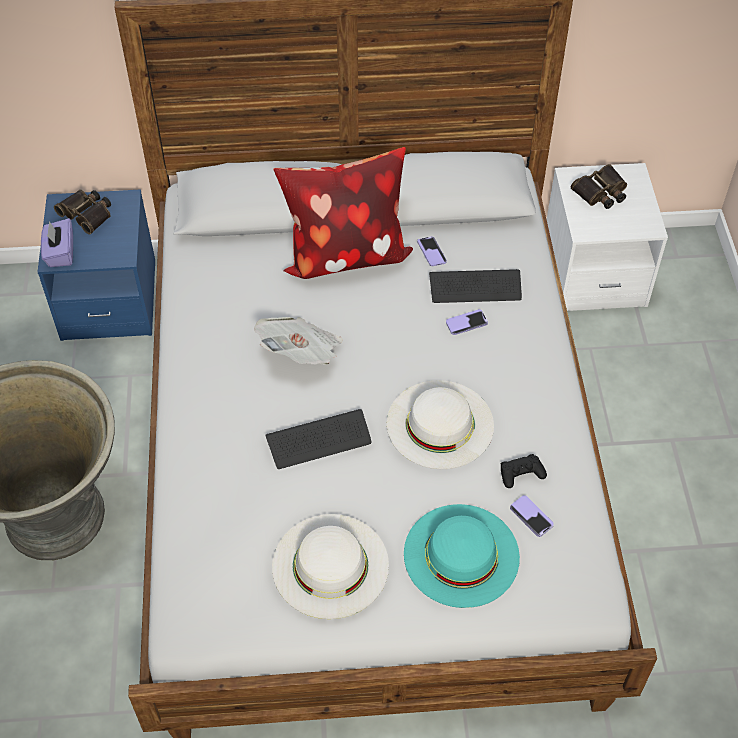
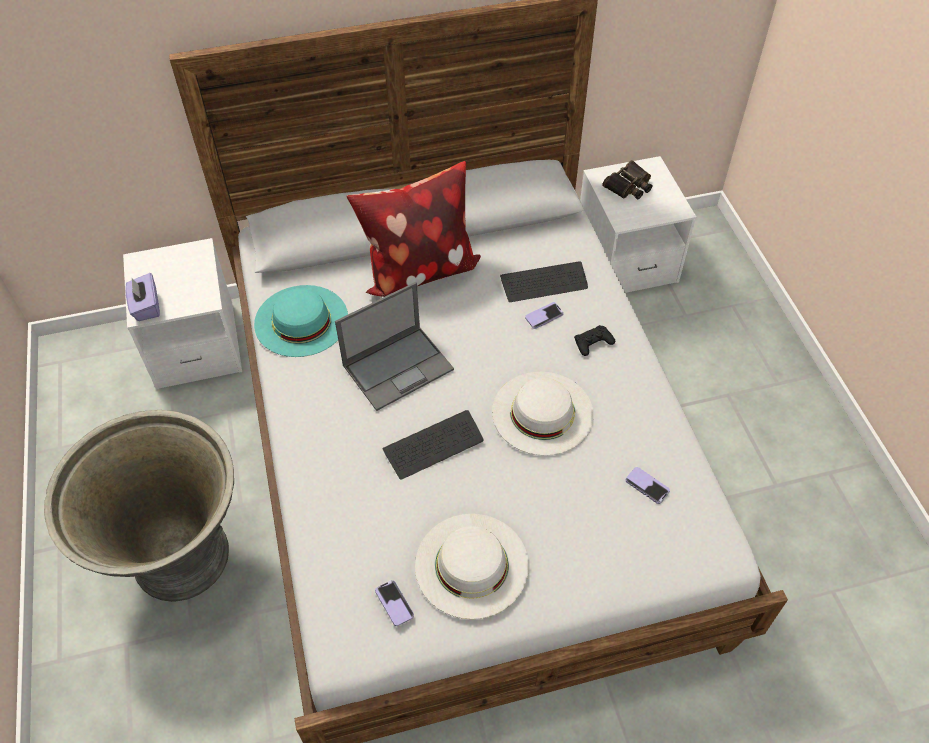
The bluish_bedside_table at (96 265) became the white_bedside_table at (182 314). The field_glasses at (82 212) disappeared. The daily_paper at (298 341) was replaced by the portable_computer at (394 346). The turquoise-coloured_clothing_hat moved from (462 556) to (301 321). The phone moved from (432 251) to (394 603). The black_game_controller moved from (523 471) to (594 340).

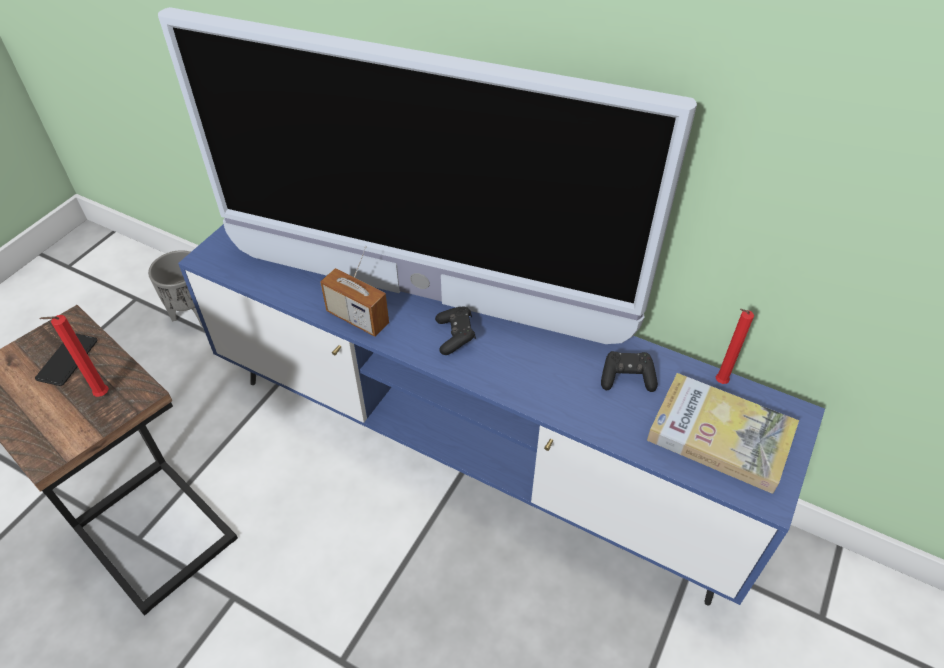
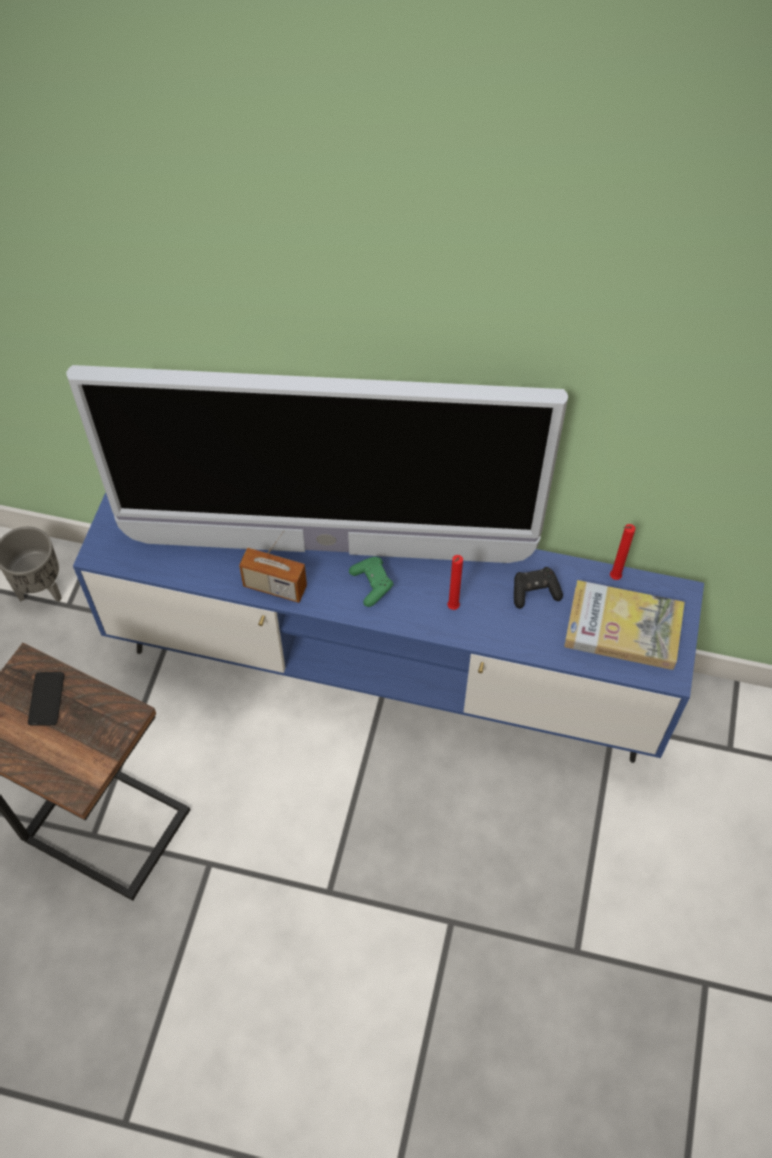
The red-coloured_wax_light moved from (74 356) to (455 582). The black_game_controller at (455 331) became the green_game_controller at (371 582).

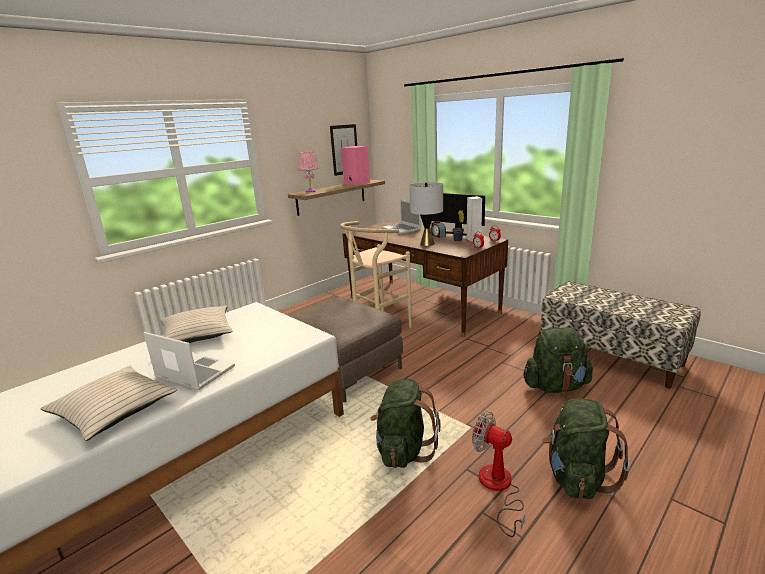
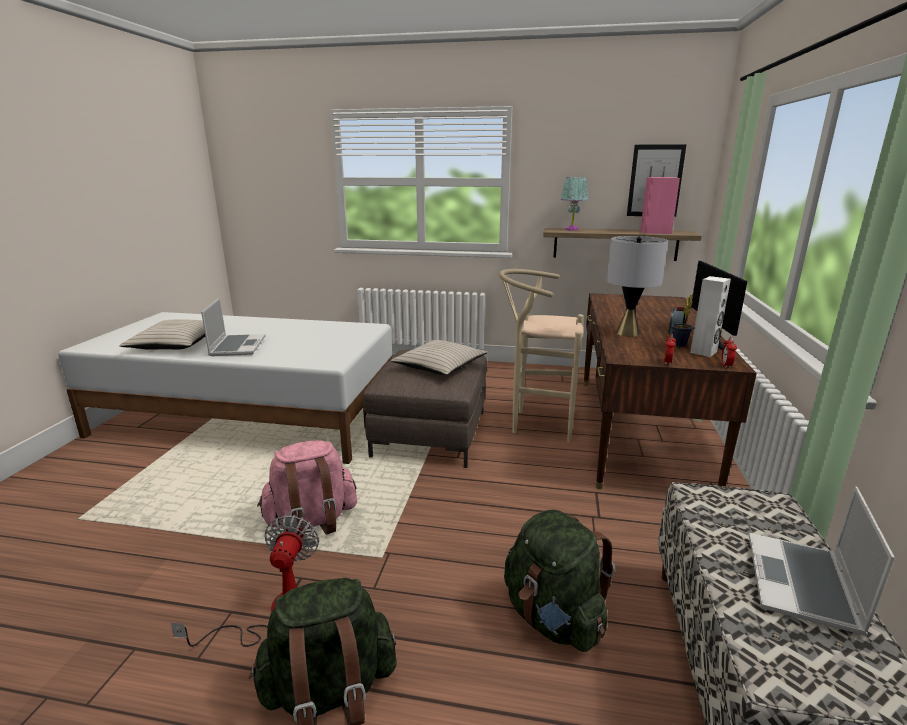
The beige_pillow moved from (196 324) to (439 357). The pink_table_lamp at (308 172) became the turquoise-coloured_table_lamp at (574 204). The green_rucksack at (405 423) became the pink_rucksack at (307 487). The portable_computer moved from (401 217) to (822 561).

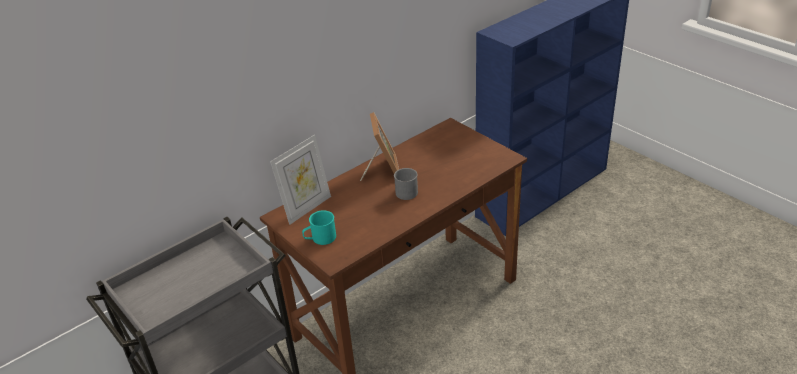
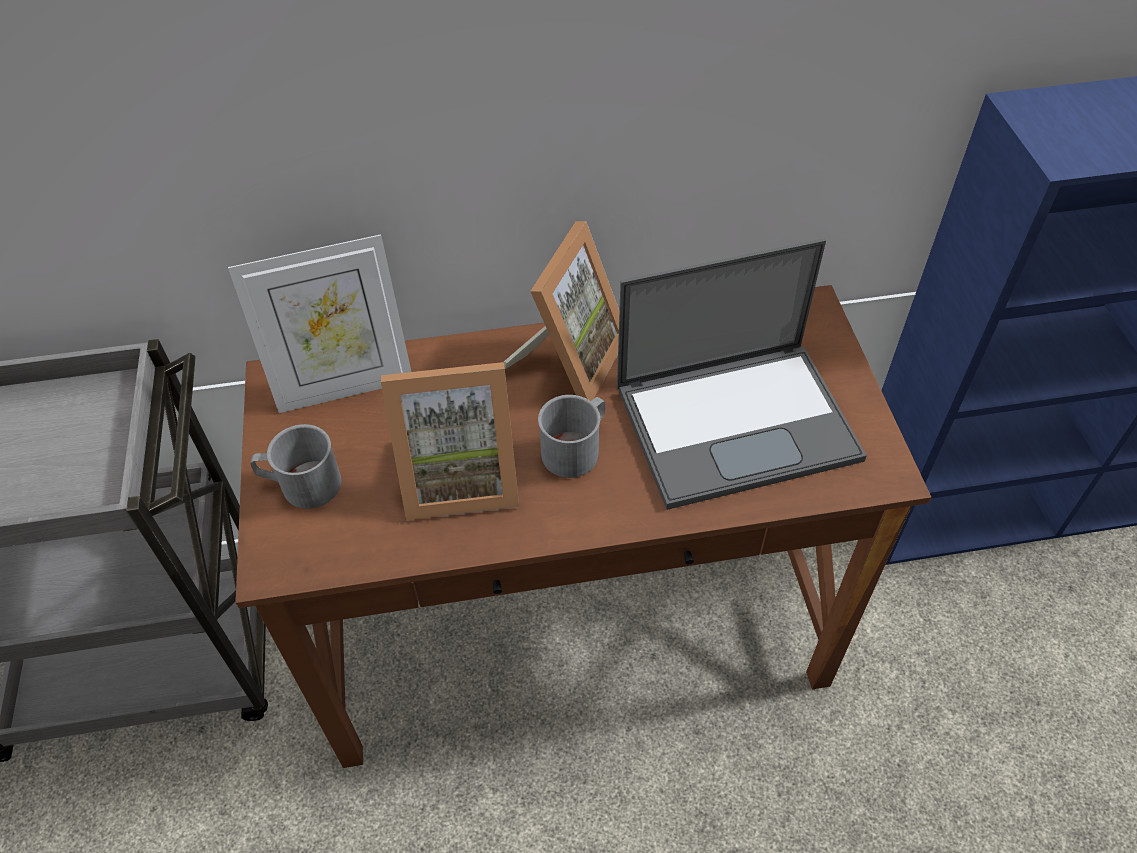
The turquoise-coloured_coffee_mug at (319 227) became the greyish_coffee_mug at (295 466). The standing_frame at (450 441) appeared. The portable_computer at (742 374) appeared.

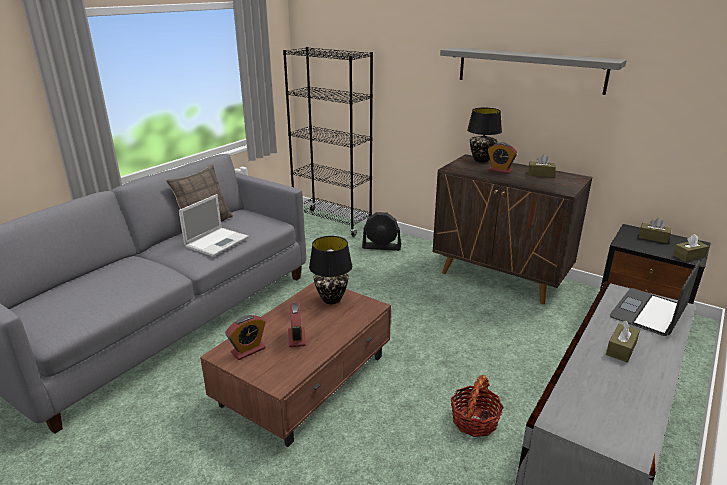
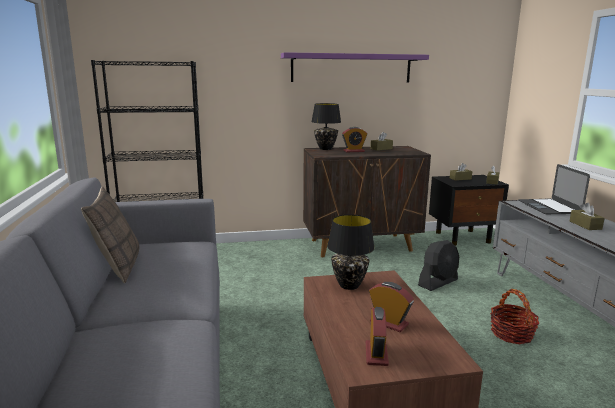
The portable_computer at (214 225) disappeared. The black_cooling_fan moved from (381 231) to (438 265). The greyish_wall_shelf at (533 71) became the purplish_wall_shelf at (355 67).

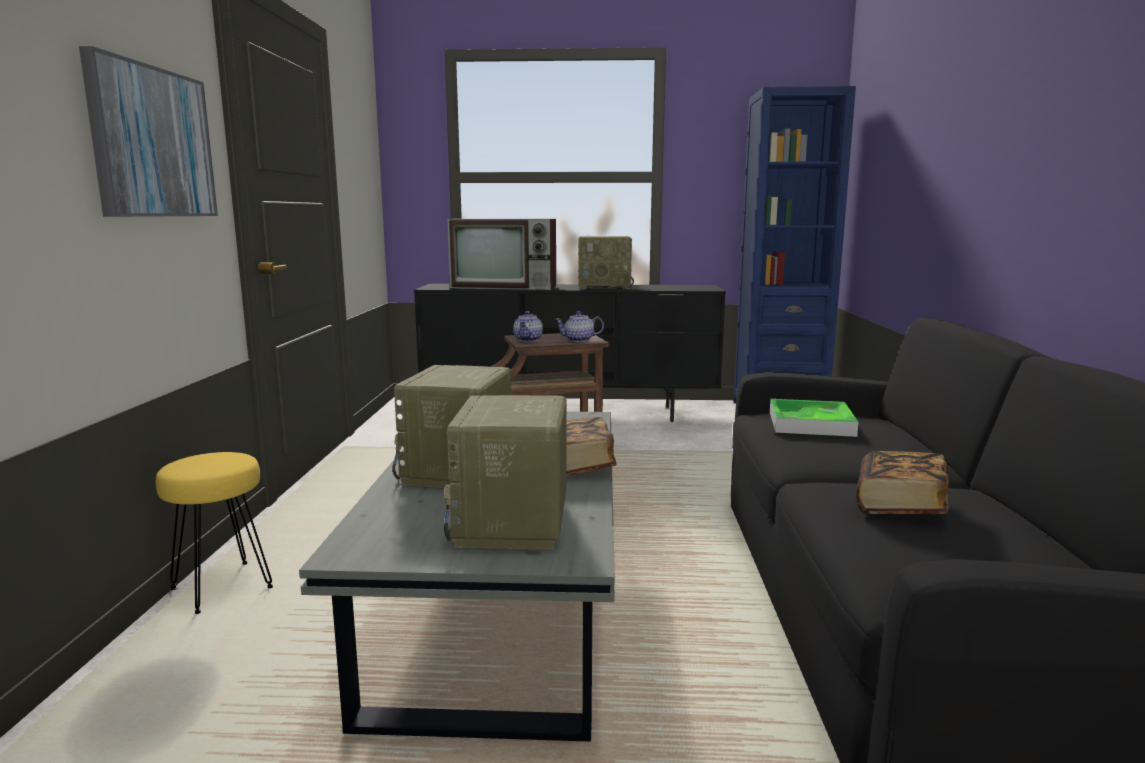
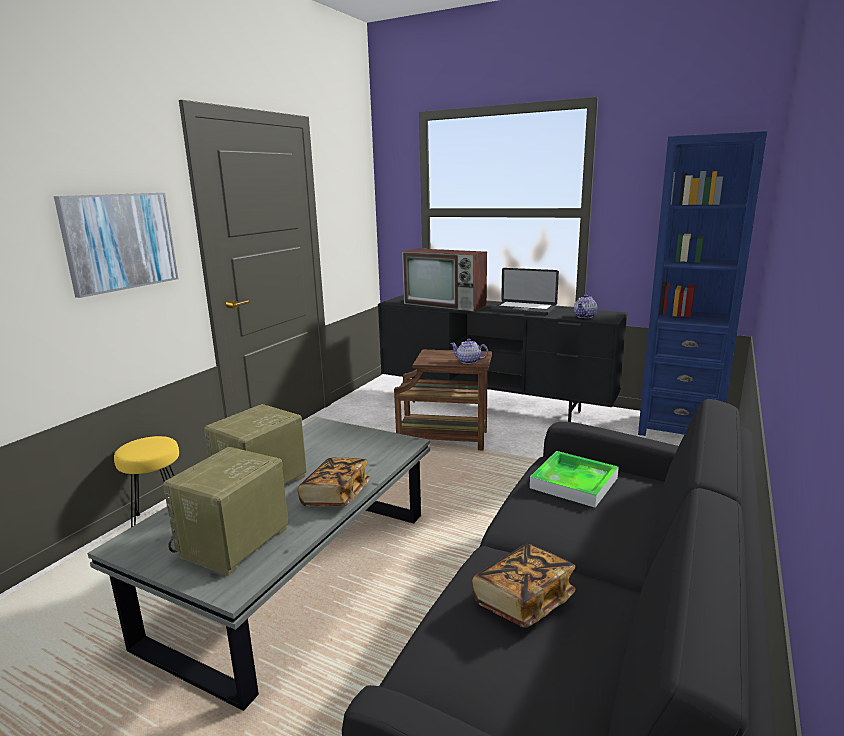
The pot_for_tea moved from (528 326) to (585 306). The radio_receiver at (606 262) was replaced by the portable_computer at (525 291).

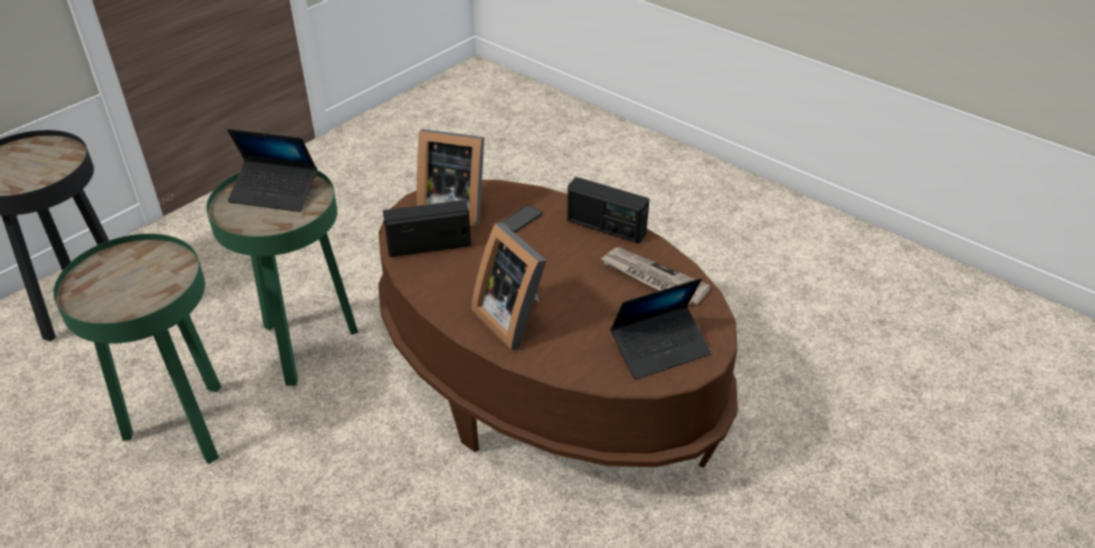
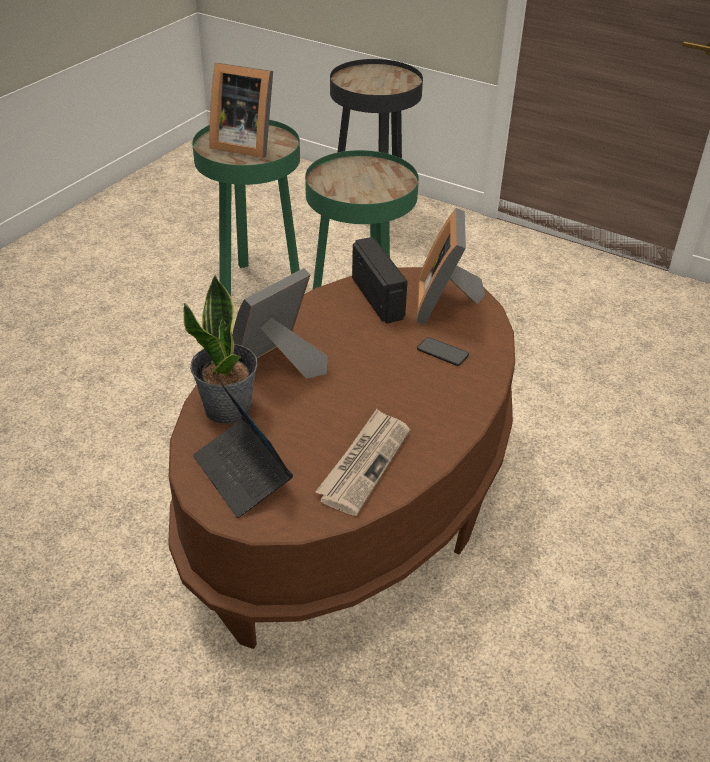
The portable_computer at (272 170) disappeared. The radio_receiver at (608 210) disappeared. The potted_plant at (220 349) appeared. The standing_frame at (241 110) appeared.

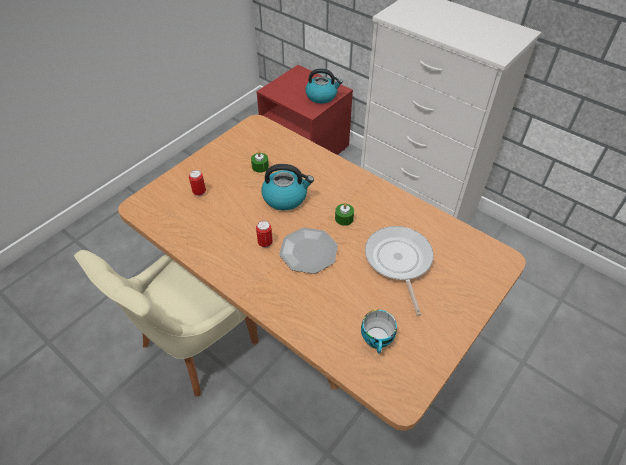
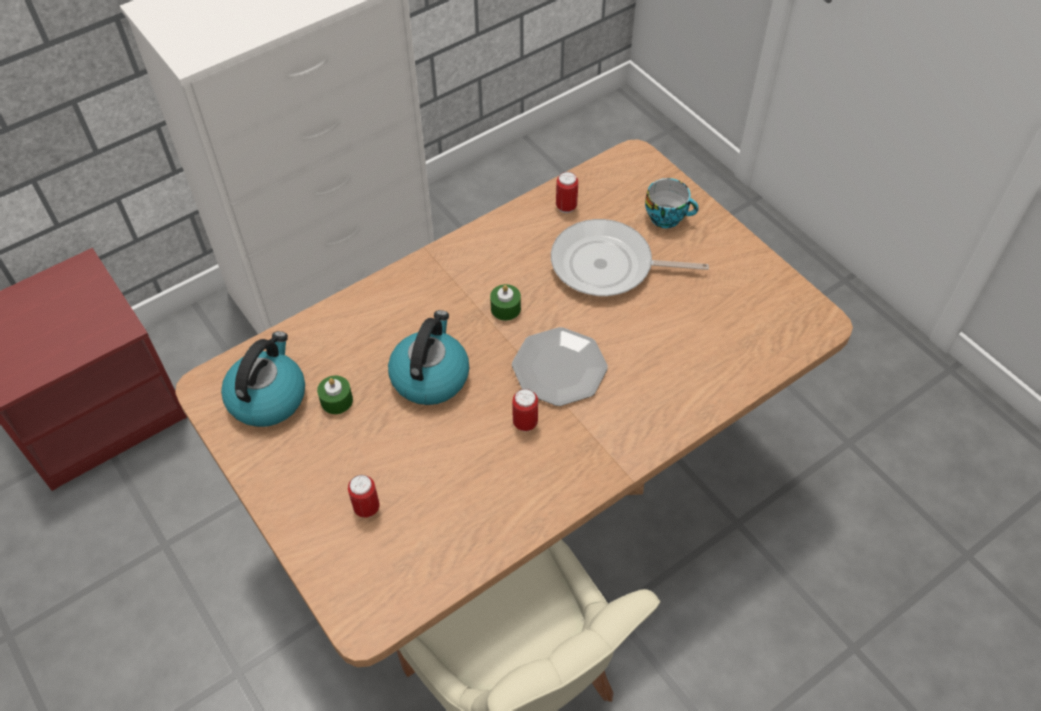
The tea_kettle moved from (324 86) to (263 379). The small_cup moved from (379 331) to (672 203). The can at (567 192) appeared.

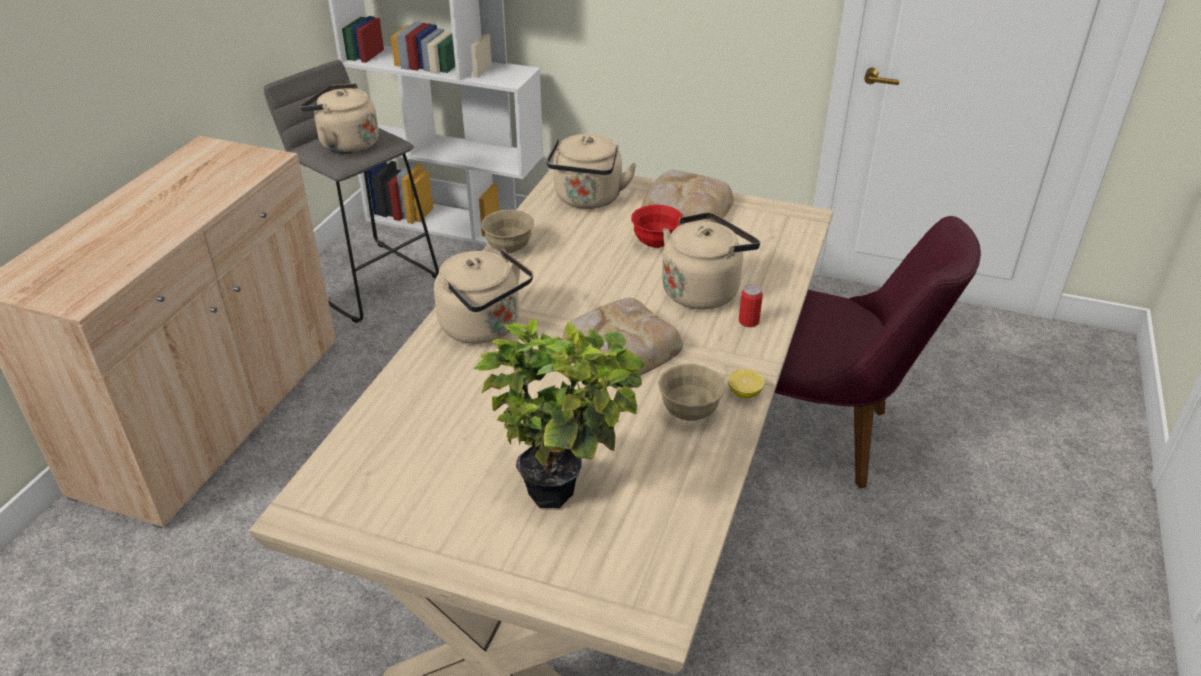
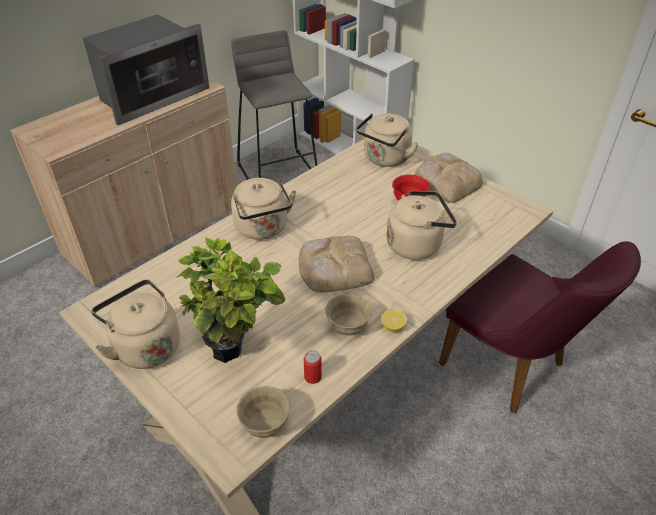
The beige_tea_kettle moved from (339 118) to (135 324). The beige_serving_bowl moved from (507 231) to (263 412). The can moved from (751 305) to (313 367). The microwave_oven at (146 70) appeared.

